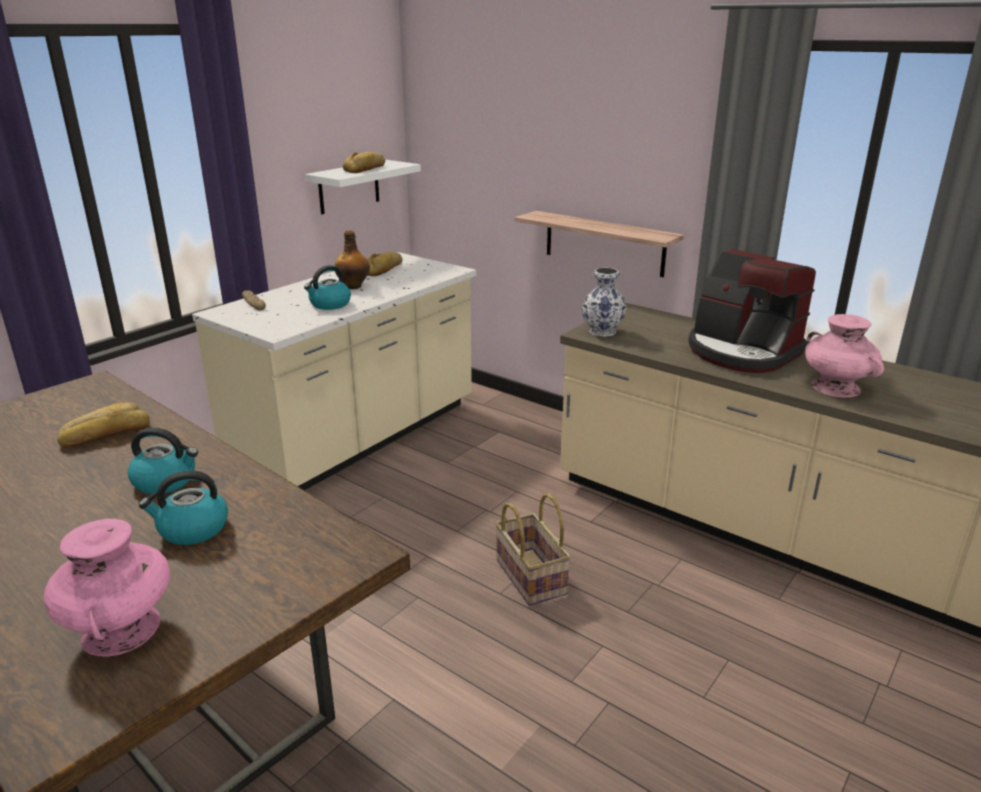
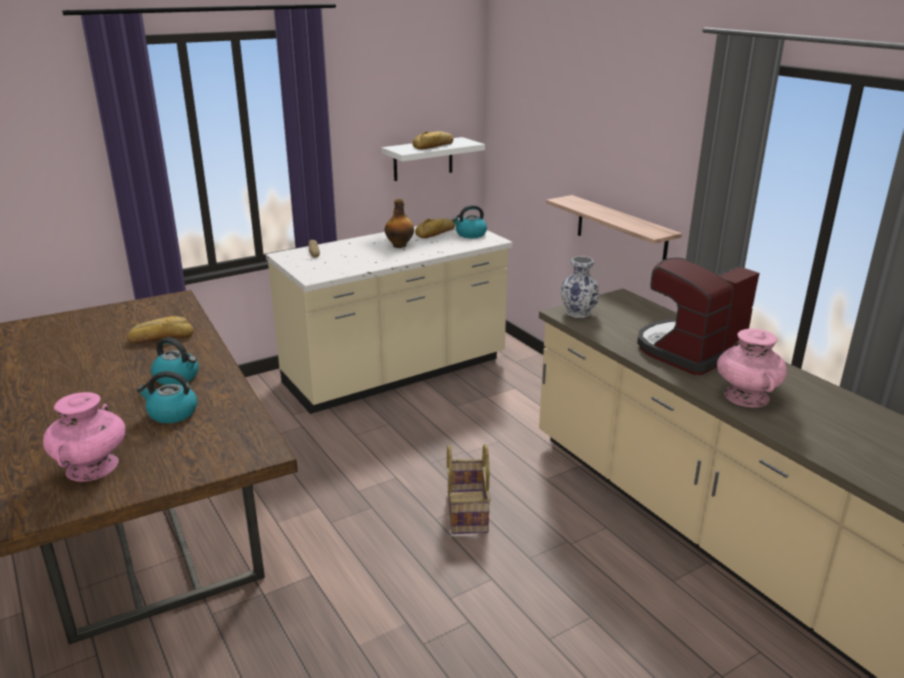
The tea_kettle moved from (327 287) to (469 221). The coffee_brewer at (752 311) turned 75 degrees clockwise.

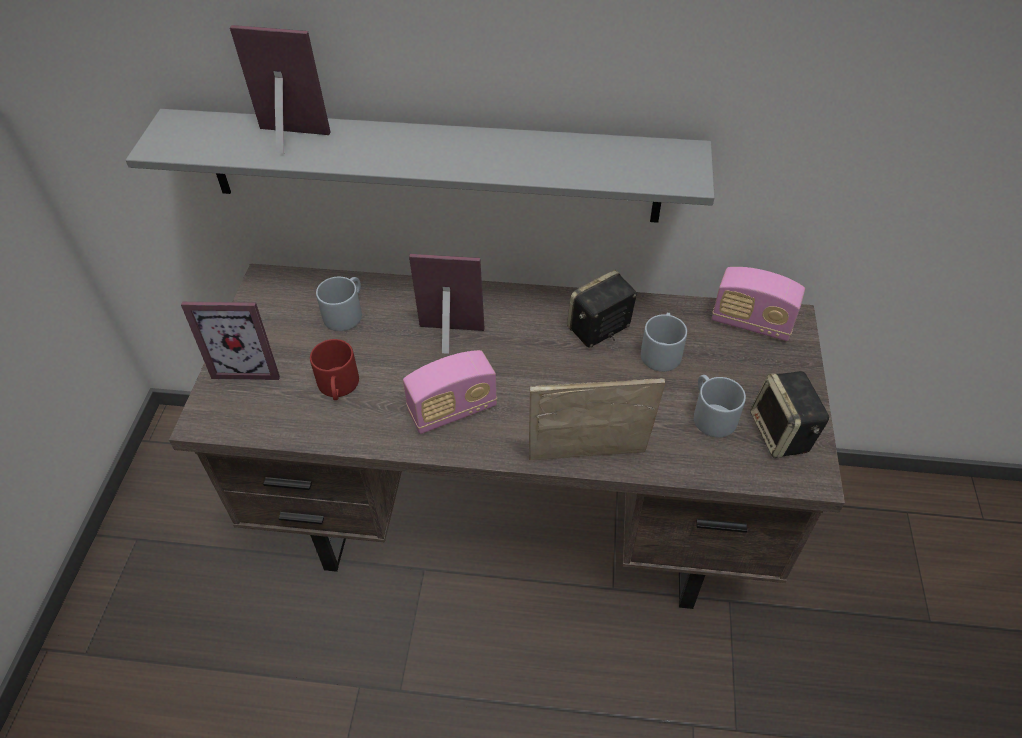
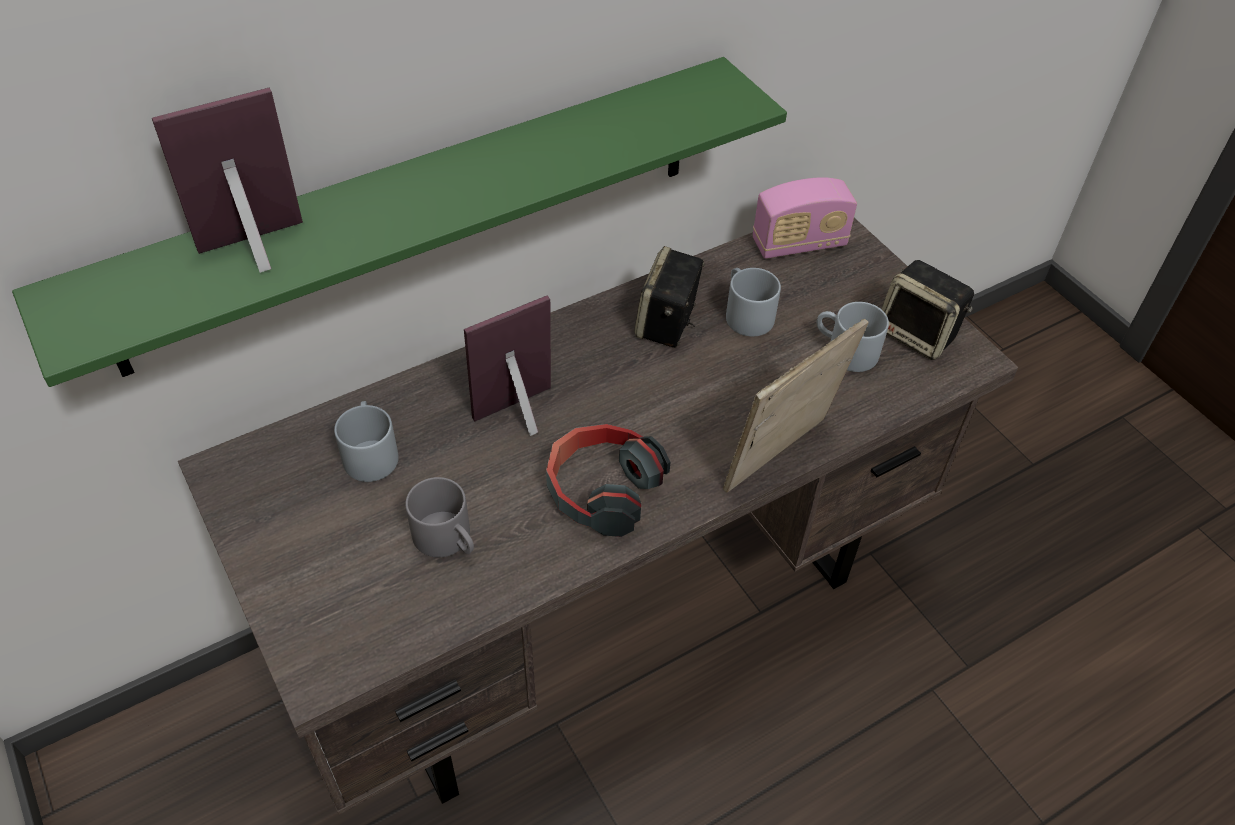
The greyish_wall_shelf at (420 166) became the green_wall_shelf at (399 222). The standing_frame at (230 341) disappeared. The red-coloured_coffee_mug at (334 369) became the greyish_coffee_mug at (439 517). The radio_receiver at (450 392) was replaced by the pair_of_headphones at (608 480).

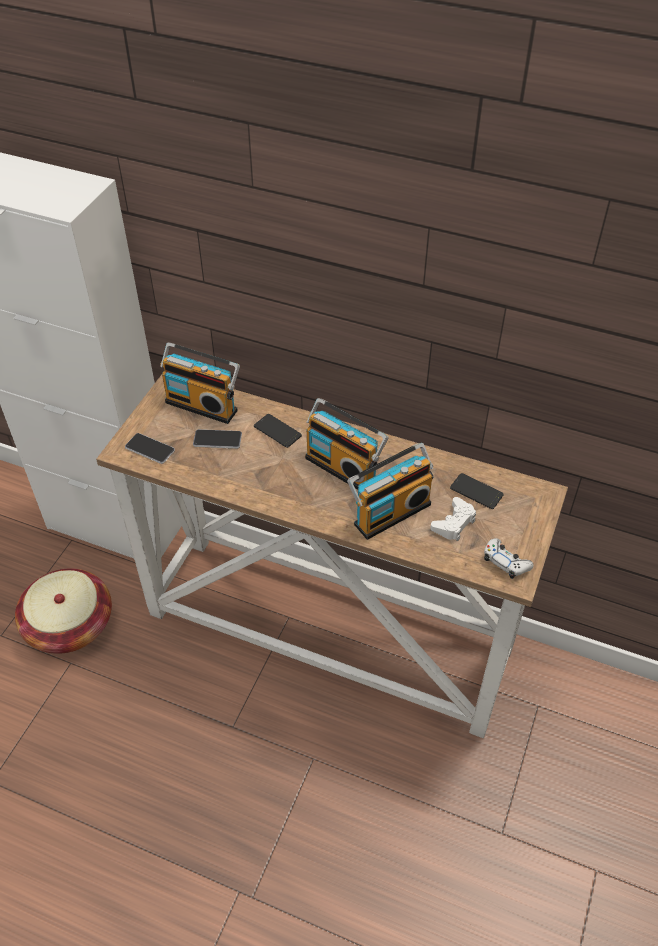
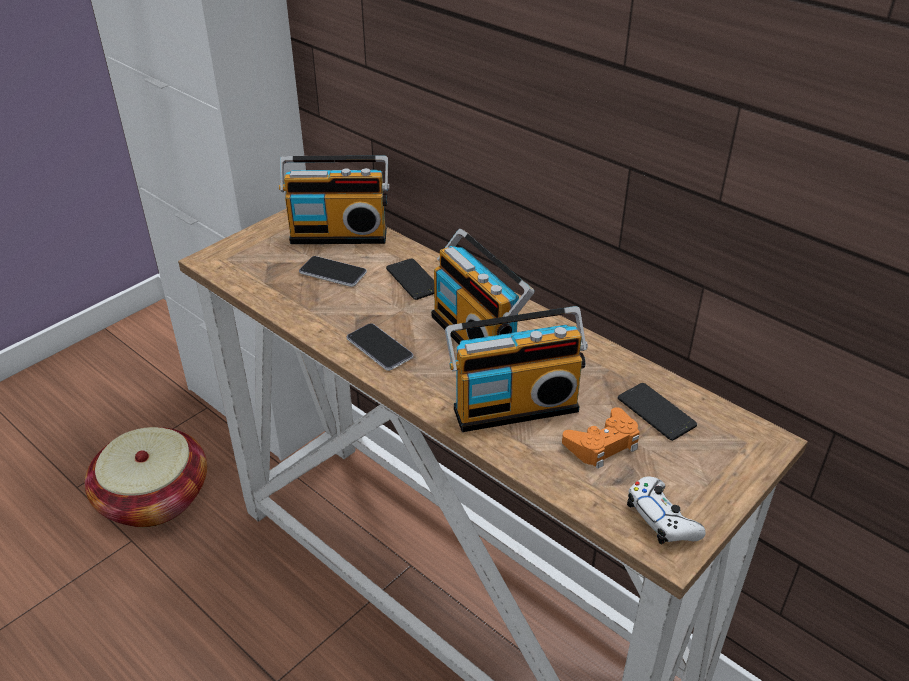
The phone moved from (150 448) to (380 347). The radio_receiver at (200 383) turned 45 degrees counterclockwise. The white_game_controller at (453 519) became the orange-coloured_game_controller at (601 438).

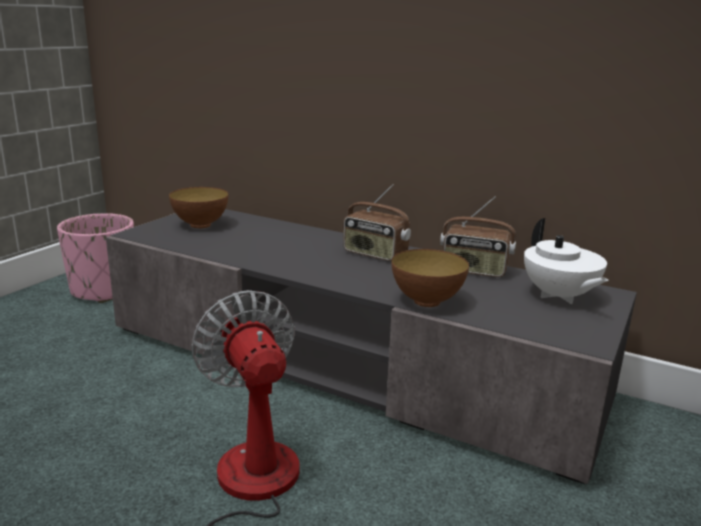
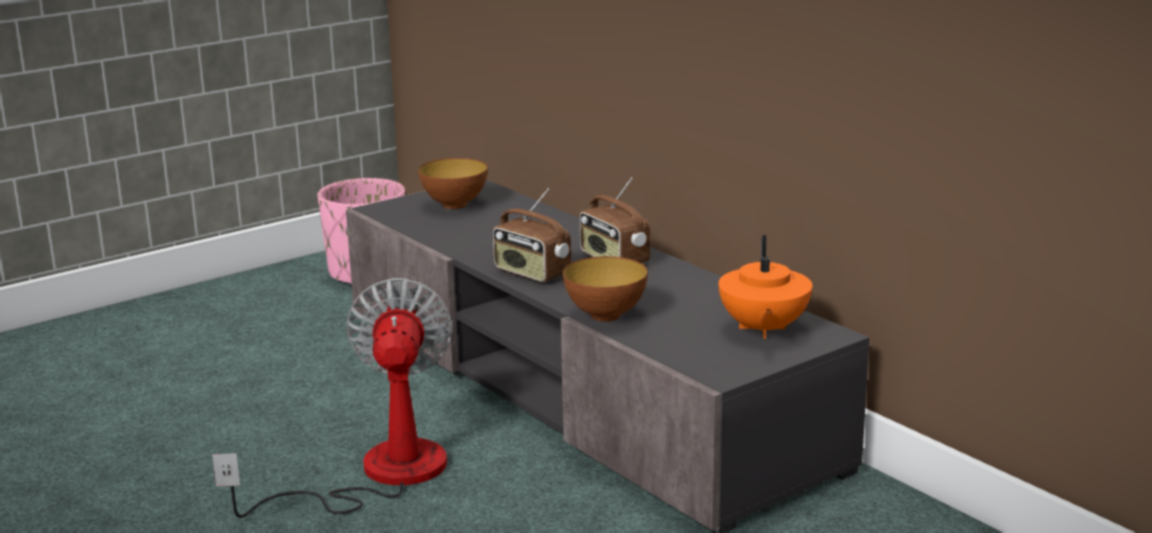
The radio_receiver moved from (478 236) to (532 235). The white_pot_for_tea at (566 261) became the orange-coloured_pot_for_tea at (765 287).

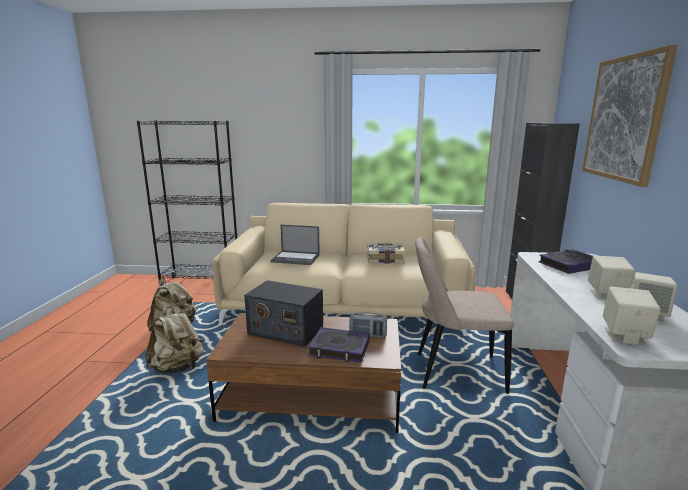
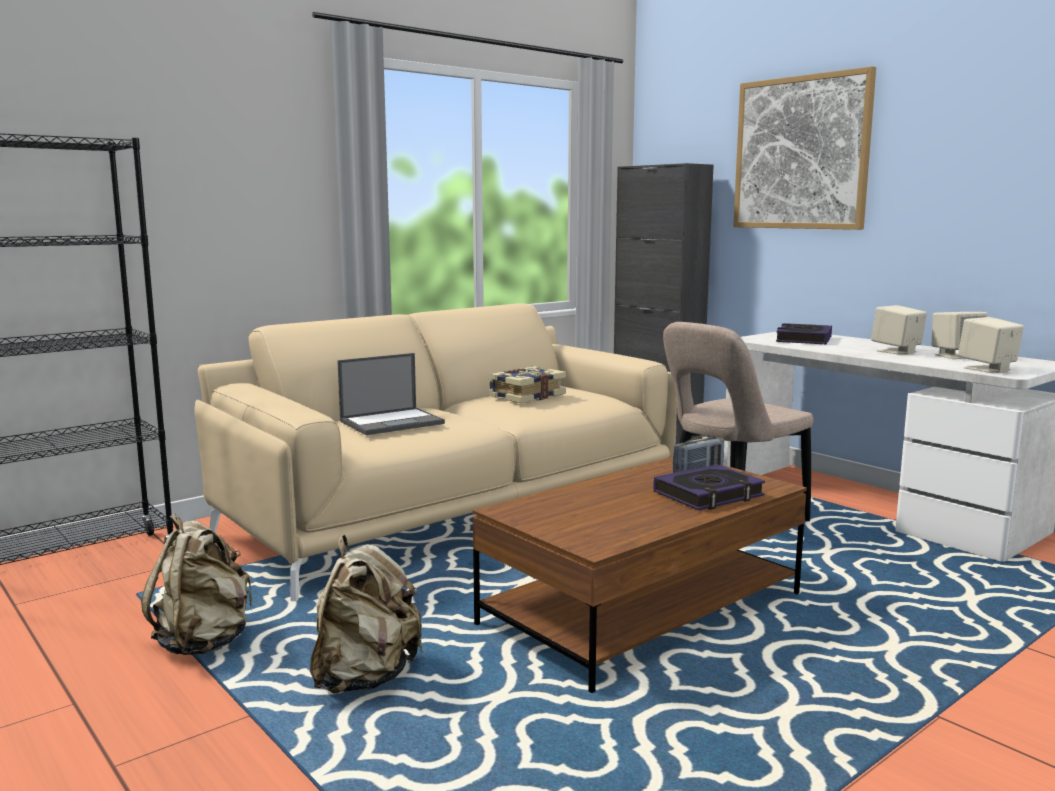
The radio_receiver at (283 313) disappeared.

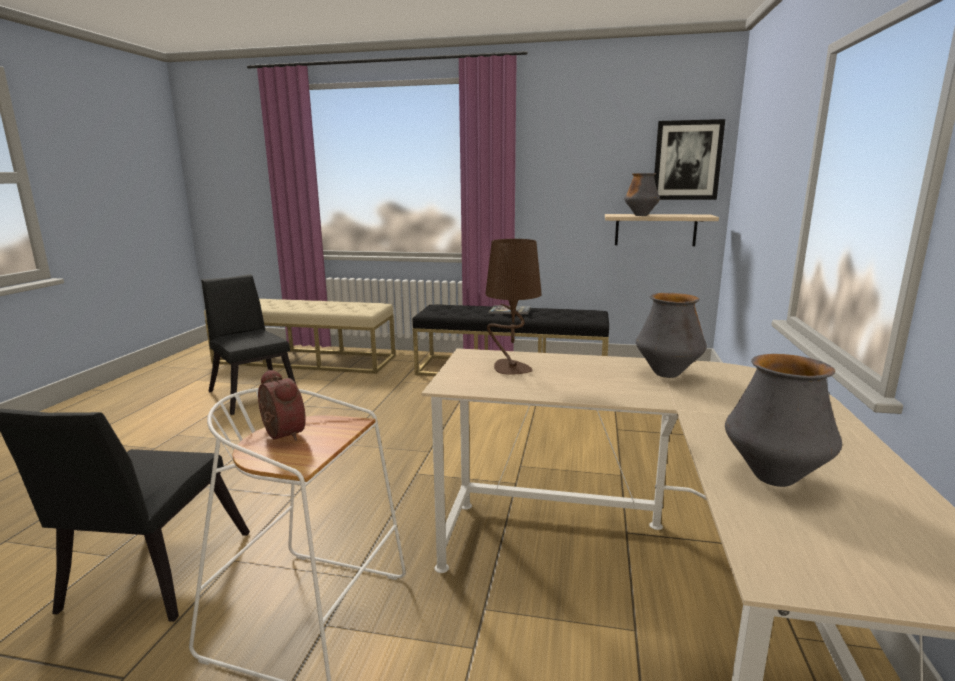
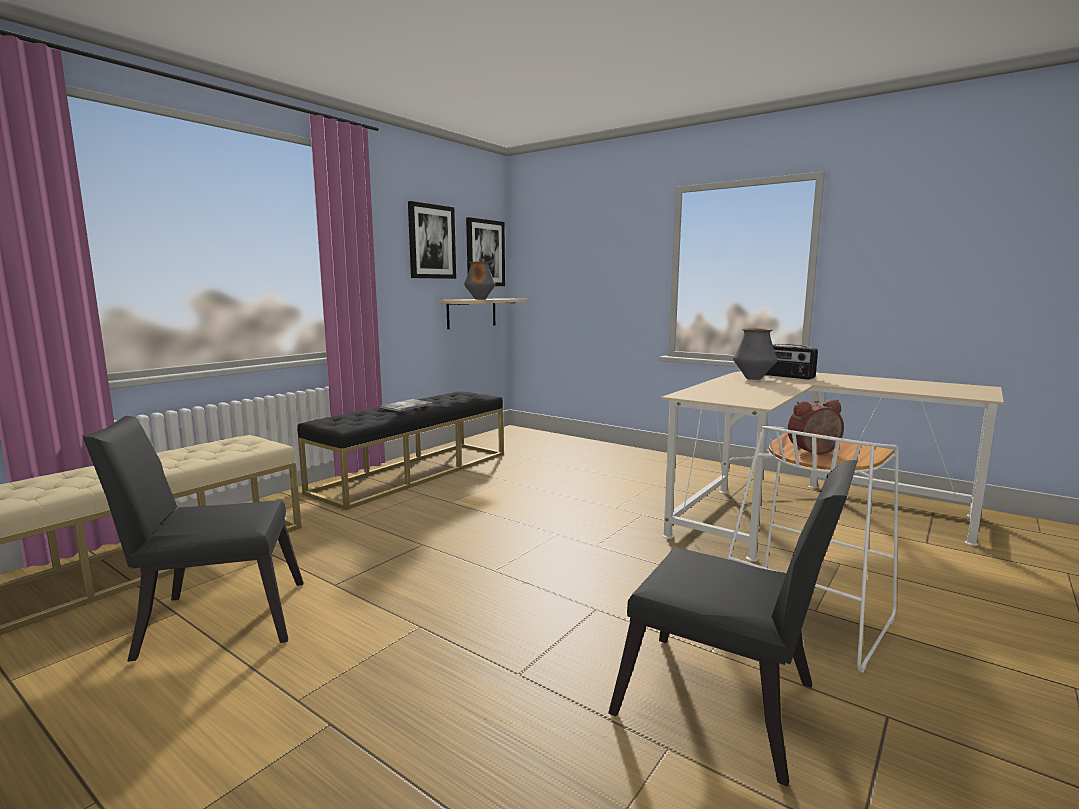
The brown-coloured_table_lamp at (513 306) disappeared. The decorative_vase at (783 420) disappeared. The picture at (432 240) appeared. The radio_receiver at (791 362) appeared.

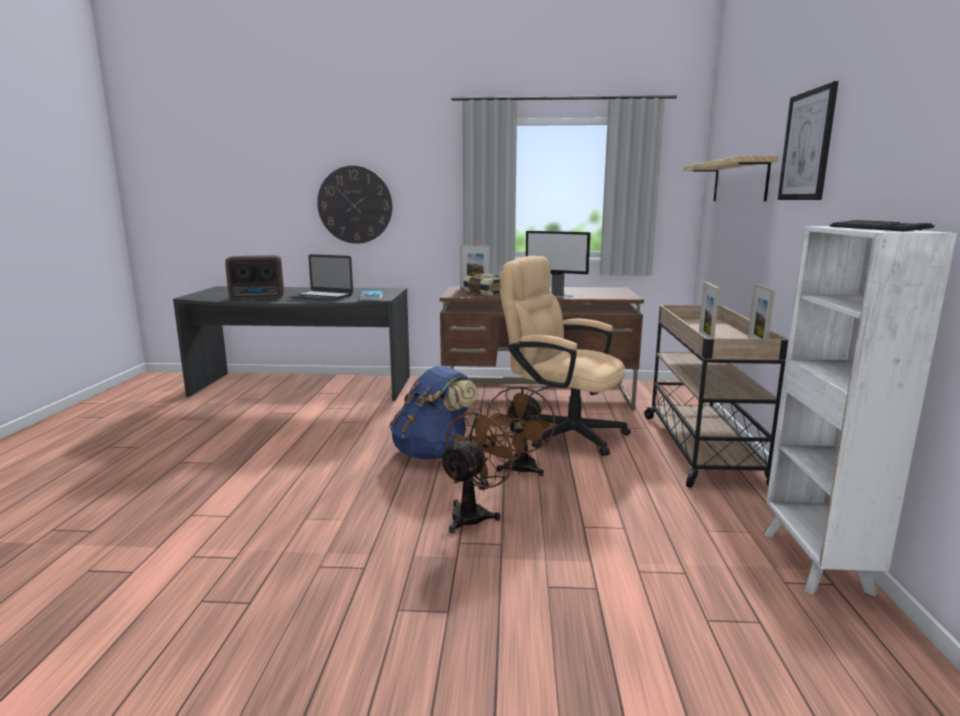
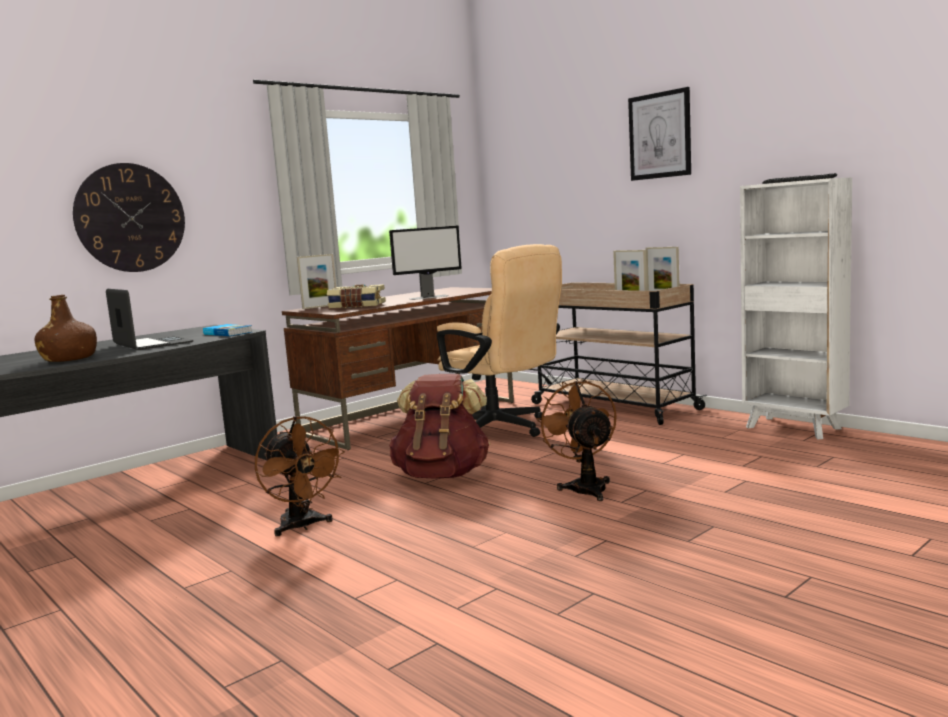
The radio_receiver at (254 277) was replaced by the brown-coloured_bottle at (65 328). The portable_computer at (320 277) turned 105 degrees counterclockwise. The bluish_rucksack at (434 412) became the brown-coloured_rucksack at (439 426). The brown-coloured_cooling_fan moved from (521 431) to (300 476). The beige_office_chair at (566 356) turned 120 degrees counterclockwise. The wall_shelf at (730 179) disappeared.

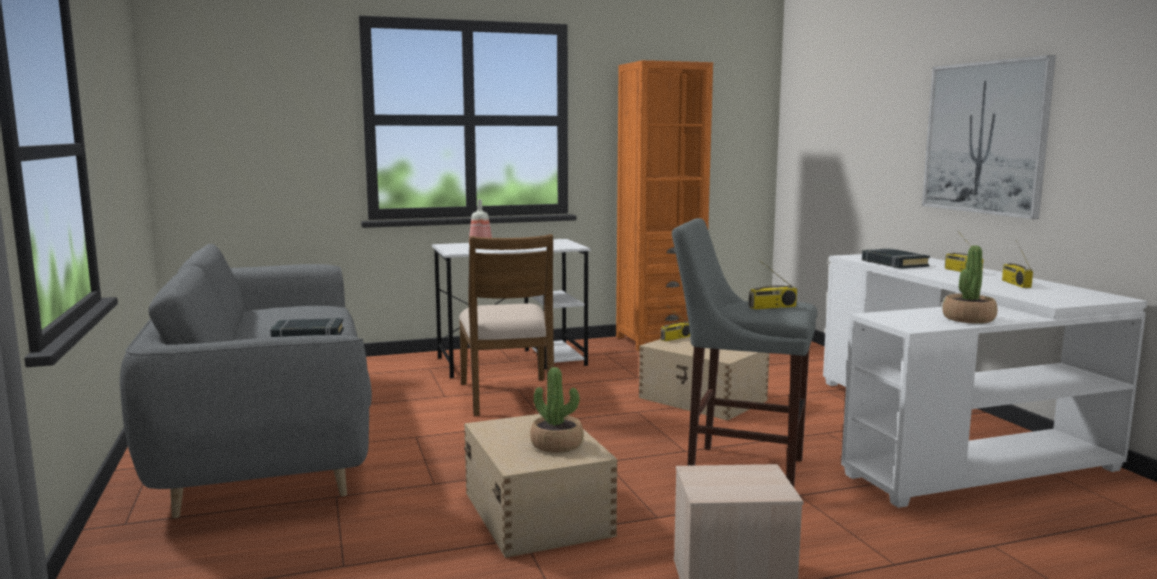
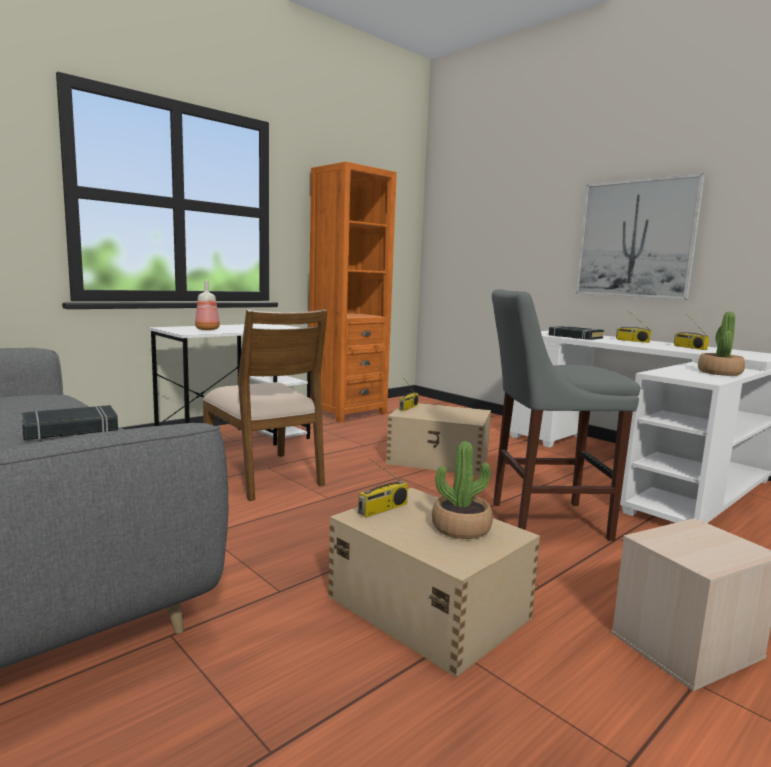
The radio_receiver moved from (773 285) to (383 487).

